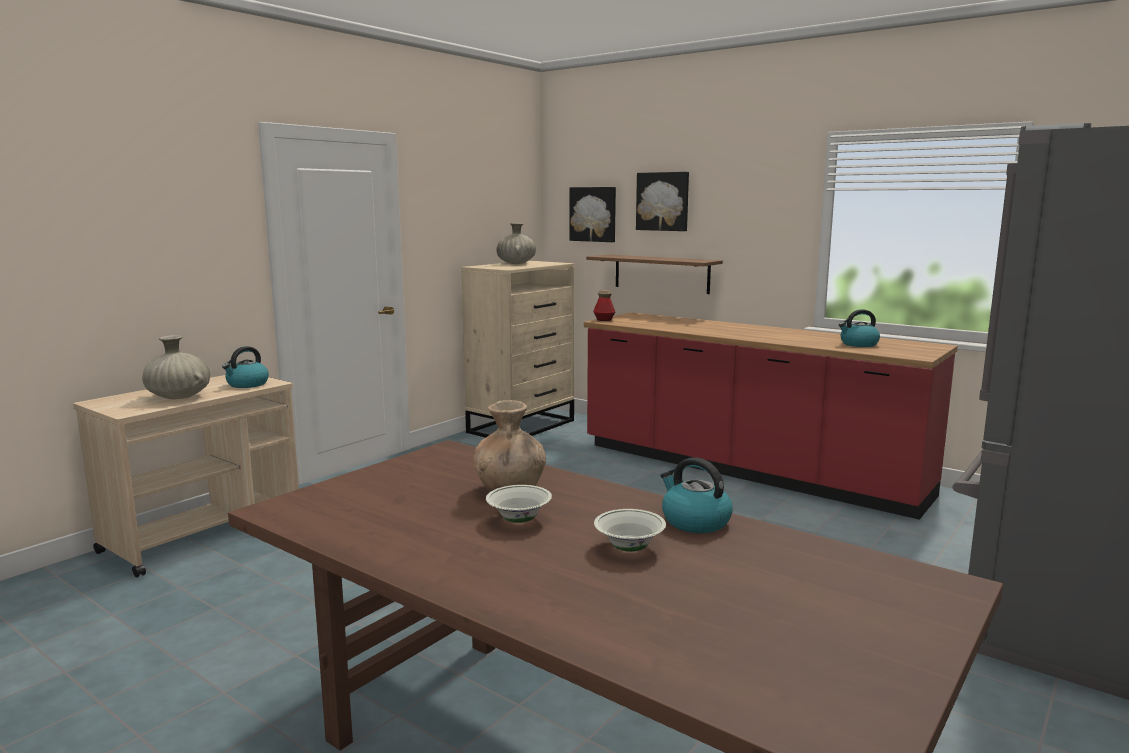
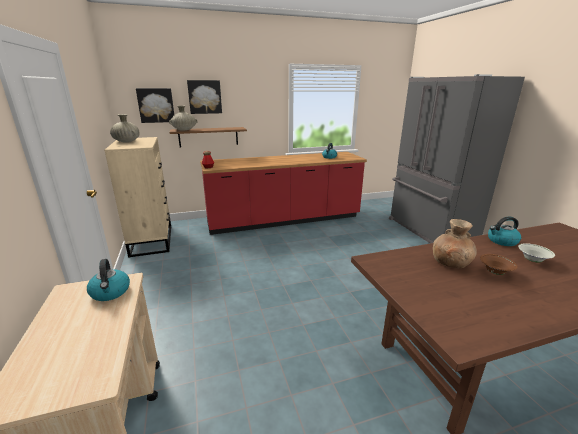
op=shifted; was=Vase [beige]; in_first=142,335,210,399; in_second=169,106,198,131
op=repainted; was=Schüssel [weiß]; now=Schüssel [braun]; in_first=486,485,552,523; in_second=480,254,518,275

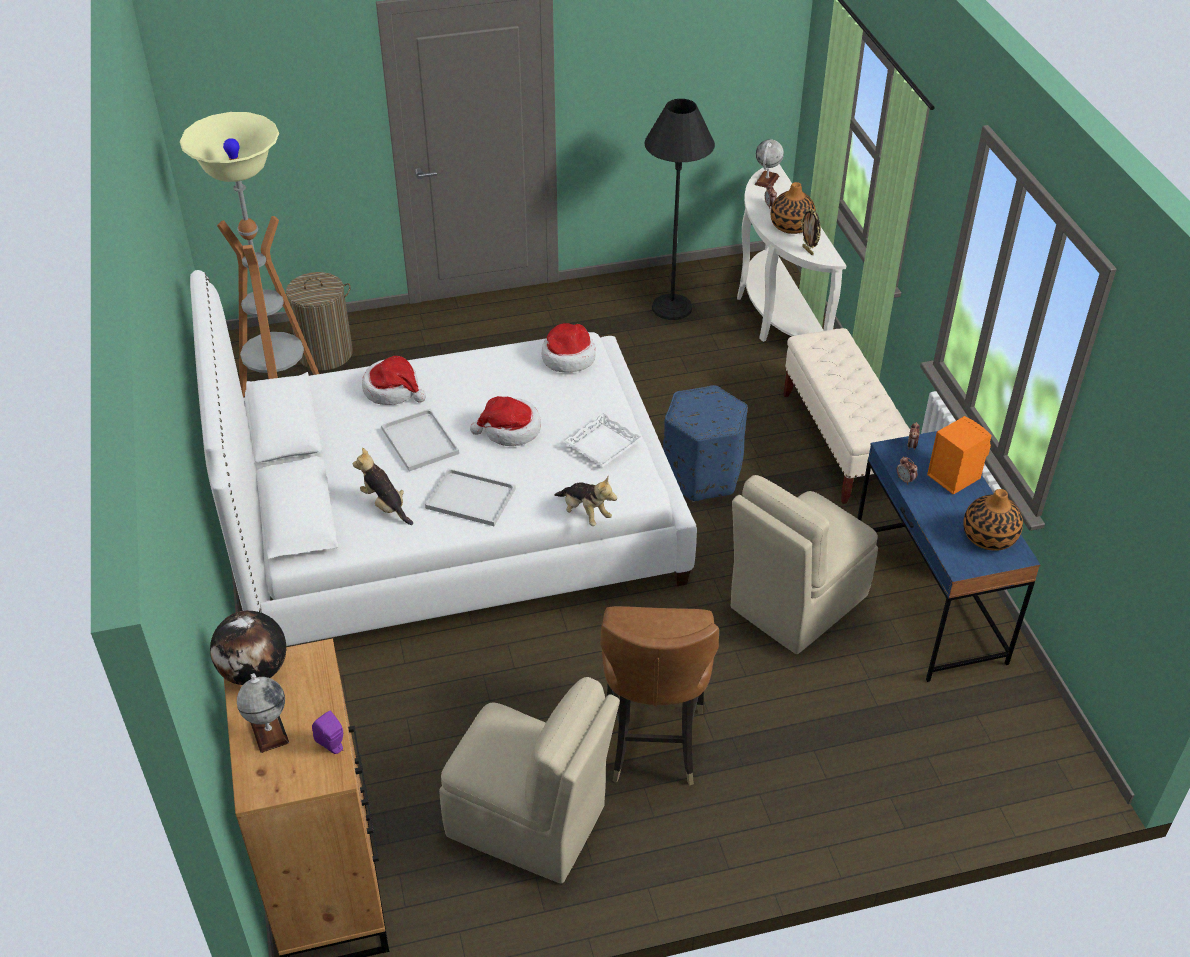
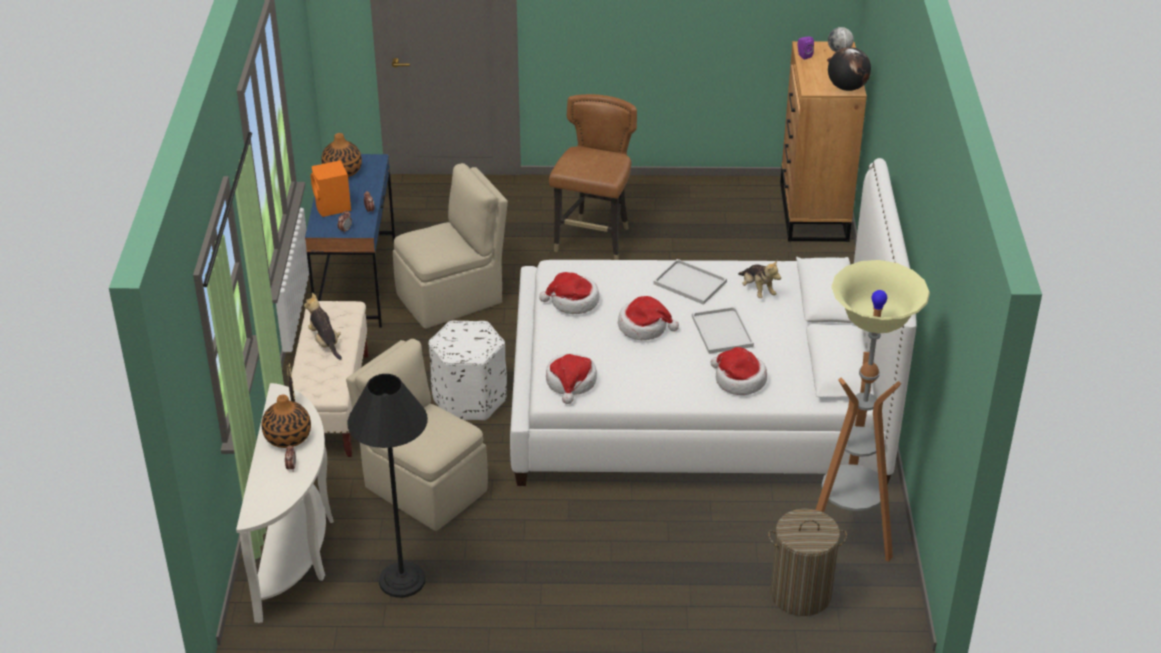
op=shifted; was=Stuhl [beige]; in_first=439,677,620,884; in_second=346,339,488,531
op=shifted; was=Plüschtier; in_first=555,477,617,526; in_second=304,293,342,360
op=swapped; was=Tablett [weiß]; now=Hut; in_first=563,413,643,467; in_second=539,272,599,314
op=repainted; was=Polsterhocker [blau]; now=Polsterhocker [weiß]; in_first=663,385,748,502; in_second=428,321,507,420
op=gone; was=Globus; in_first=754,139,784,188

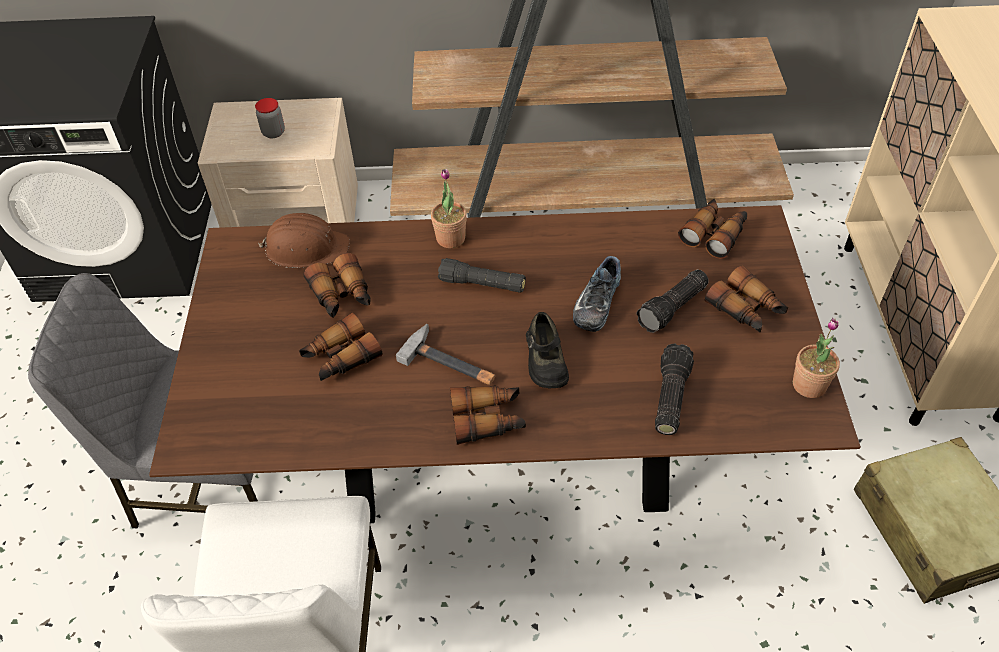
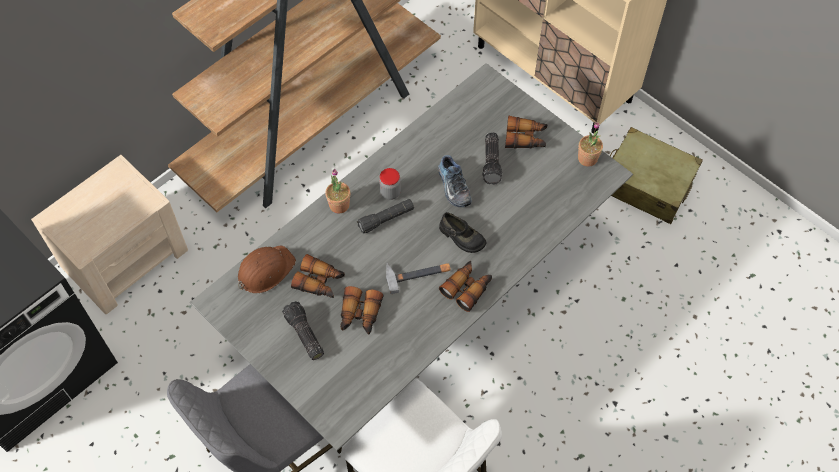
op=repainted; was=Esstisch [braun]; now=Esstisch [grau]; in_first=149,205,861,523; in_second=190,63,633,451
op=shifted; was=Vorratsglas; in_first=255,98,285,138; in_second=379,168,401,200
op=shifted; was=Taschenlampe; in_first=655,343,694,435; in_second=282,301,324,360
op=gone; was=Fernglas; in_first=678,199,747,259

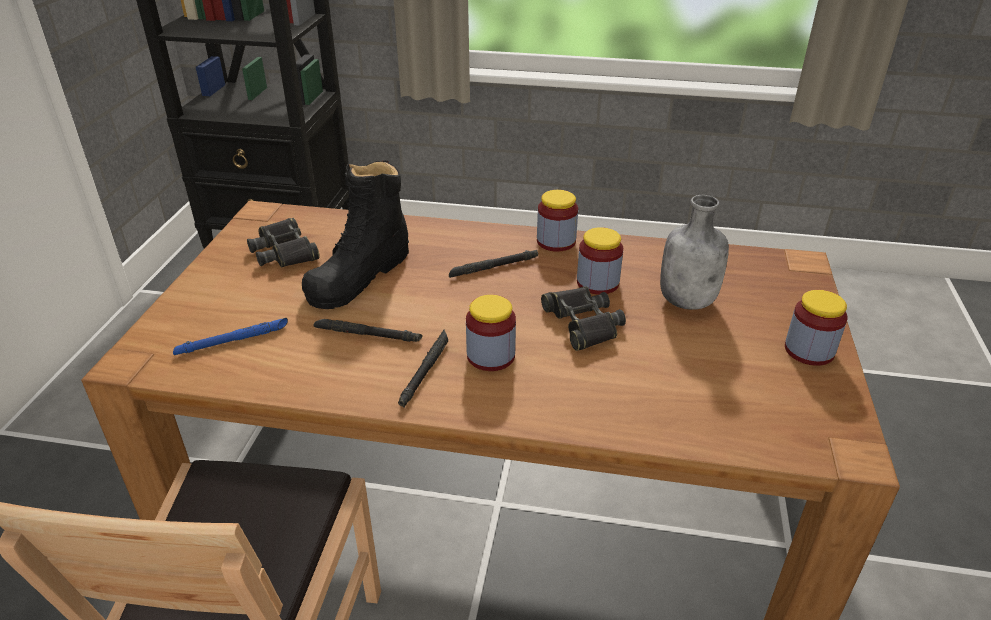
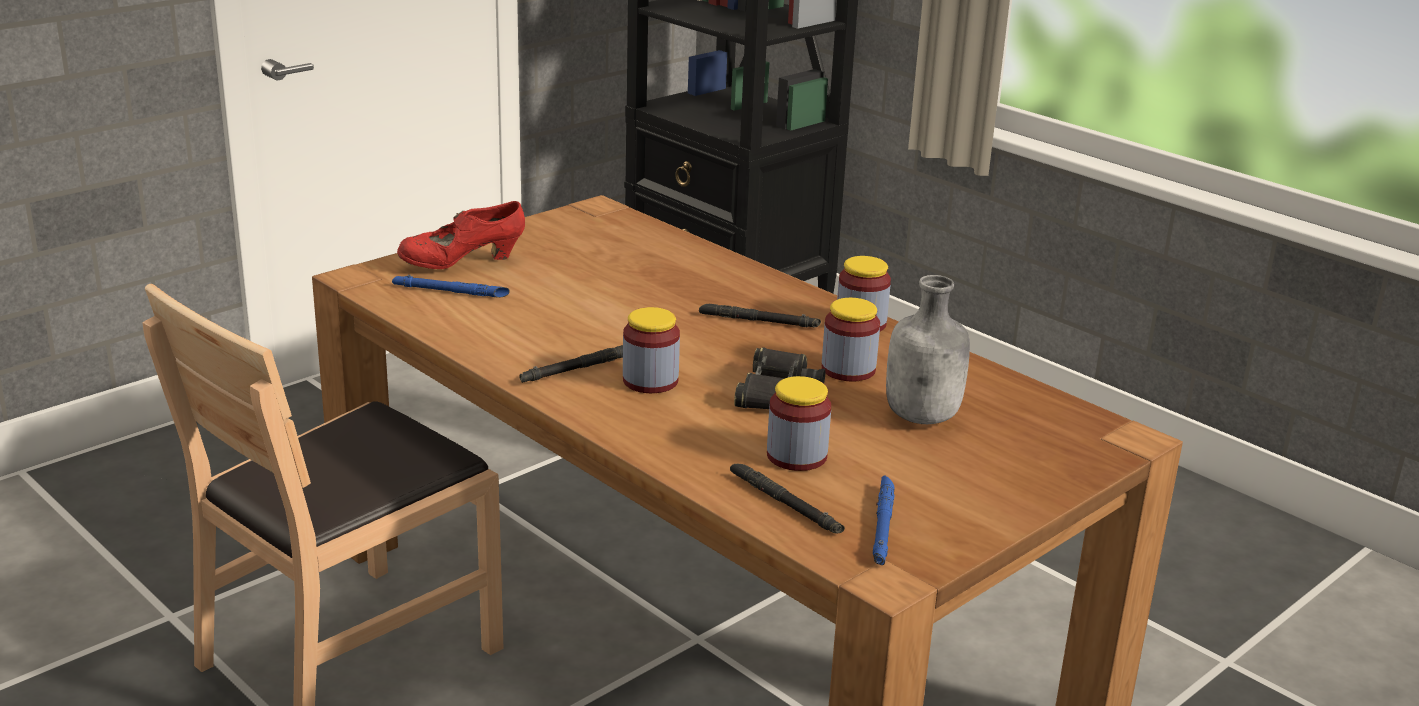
op=gone; was=Fernglas [schwarz]; in_first=247,218,320,267
op=gone; was=Stiefel [schwarz]; in_first=302,160,409,309
op=shifted; was=Taschenlampe [schwarz]; in_first=314,319,423,342; in_second=730,464,845,533
op=shifted; was=Vorratsglas; in_first=785,290,848,366; in_second=767,376,831,471
op=new; now=Schuh [rot]; in_second=397,201,525,269
op=new; now=Taschenlampe [blau]; in_second=873,475,895,565

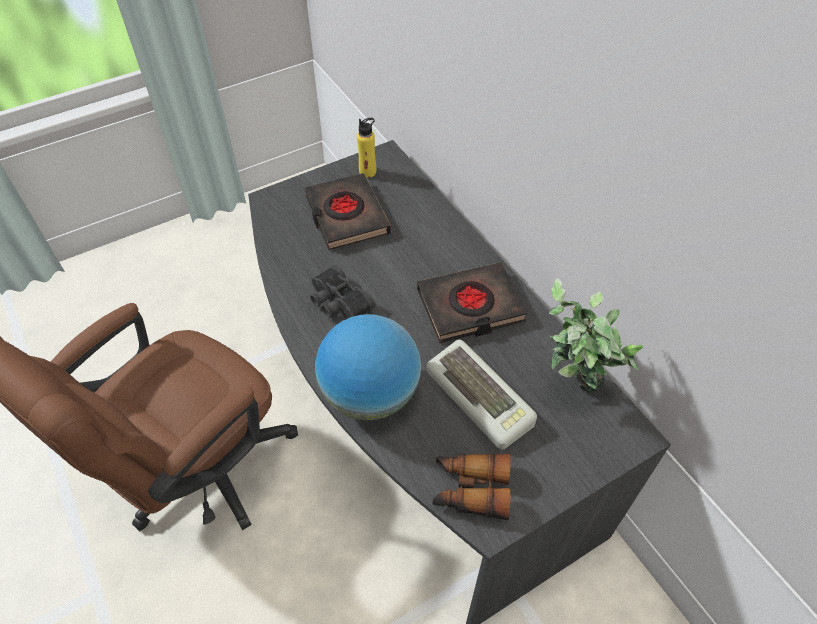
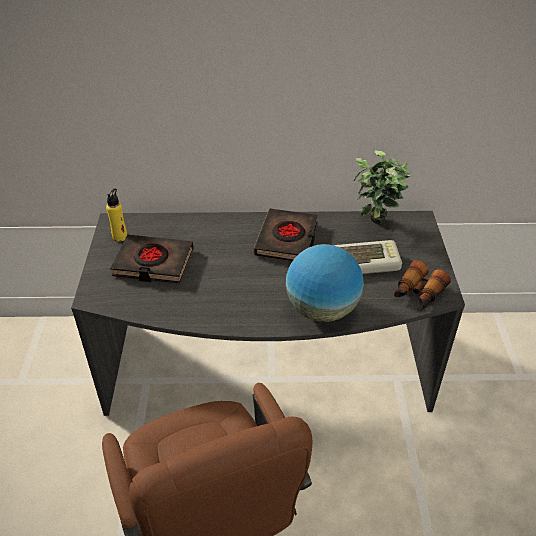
op=gone; was=Fernglas [schwarz]; in_first=310,264,375,319

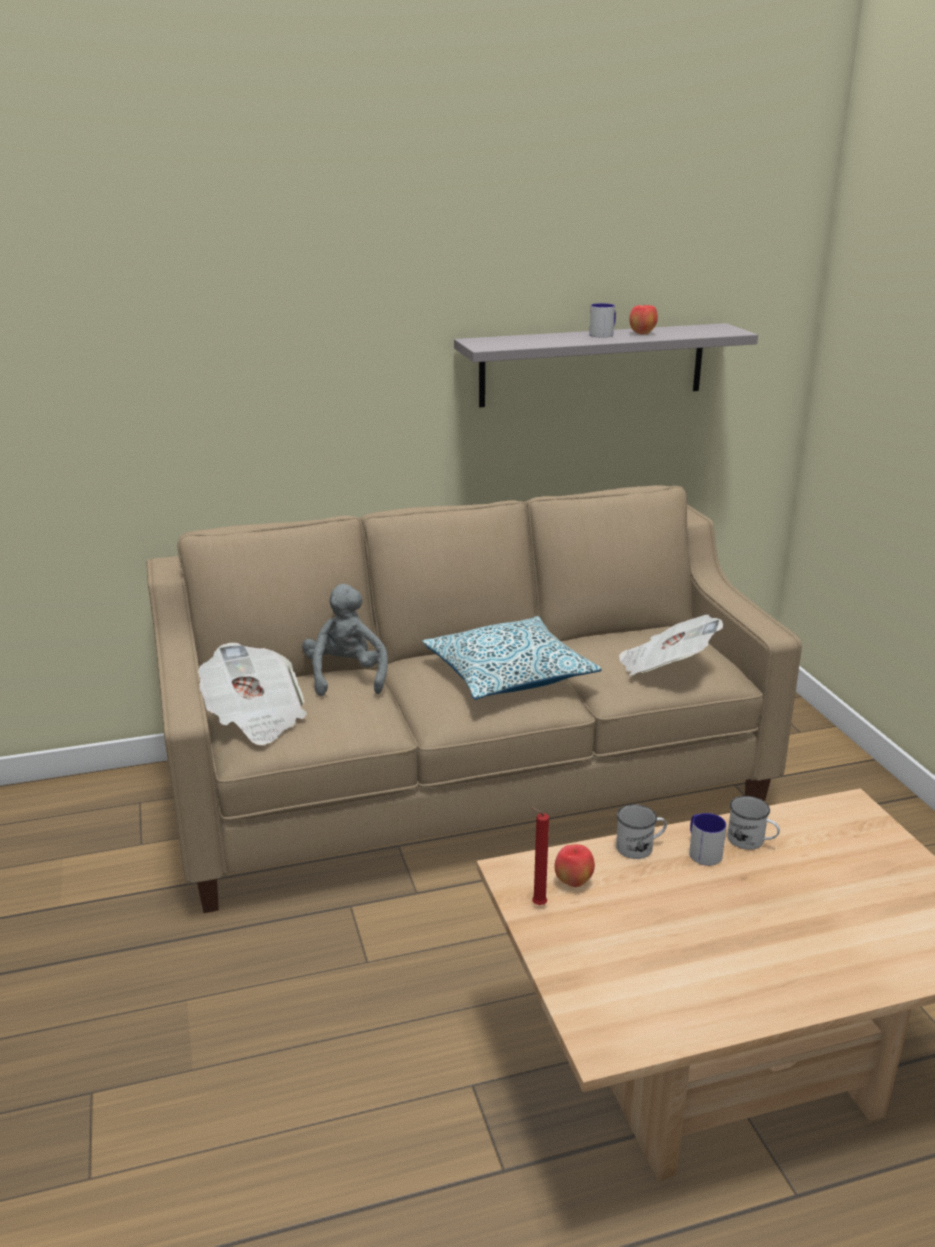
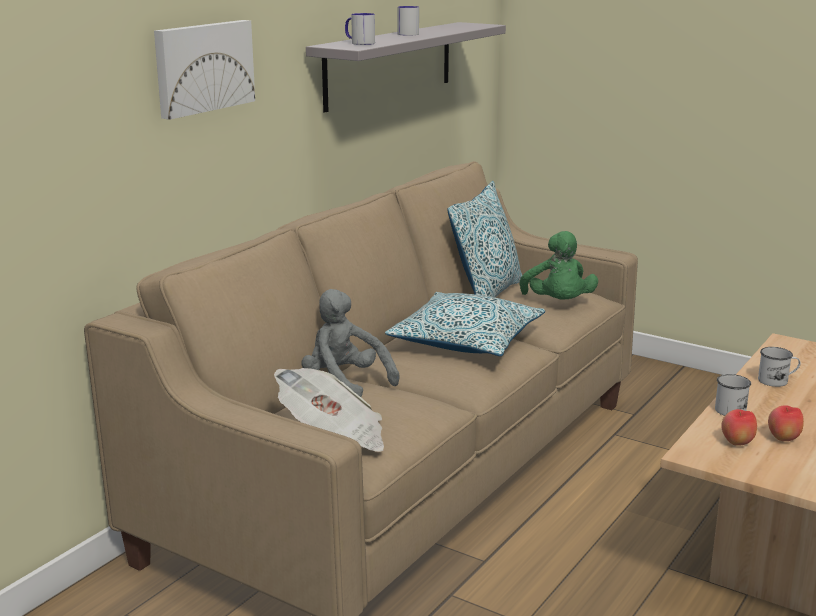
op=gone; was=Kerze [rot]; in_first=530,807,549,905
op=swapped; was=Zeitung; now=Plüschtier [grün]; in_first=619,615,723,676; in_second=520,231,598,300
op=shifted; was=Apfel; in_first=629,304,658,335; in_second=768,405,804,441
op=shifted; was=Henkelbecher; in_first=689,813,726,866; in_second=345,13,375,45
op=new; now=Bild; in_second=154,20,255,120
op=new; now=Kissen; in_second=447,181,522,297

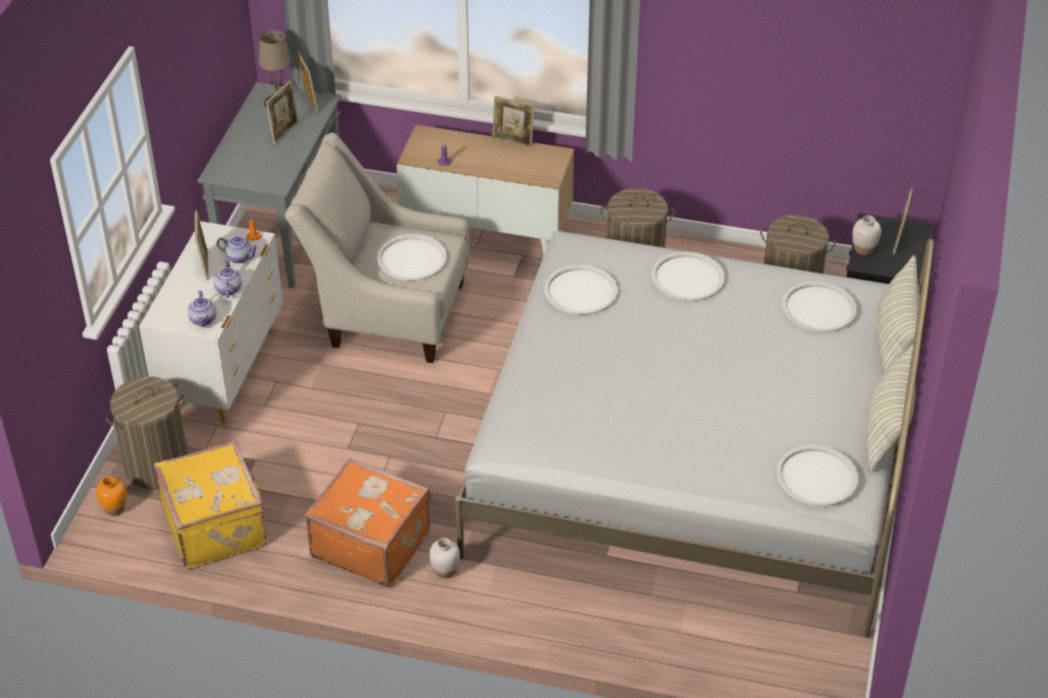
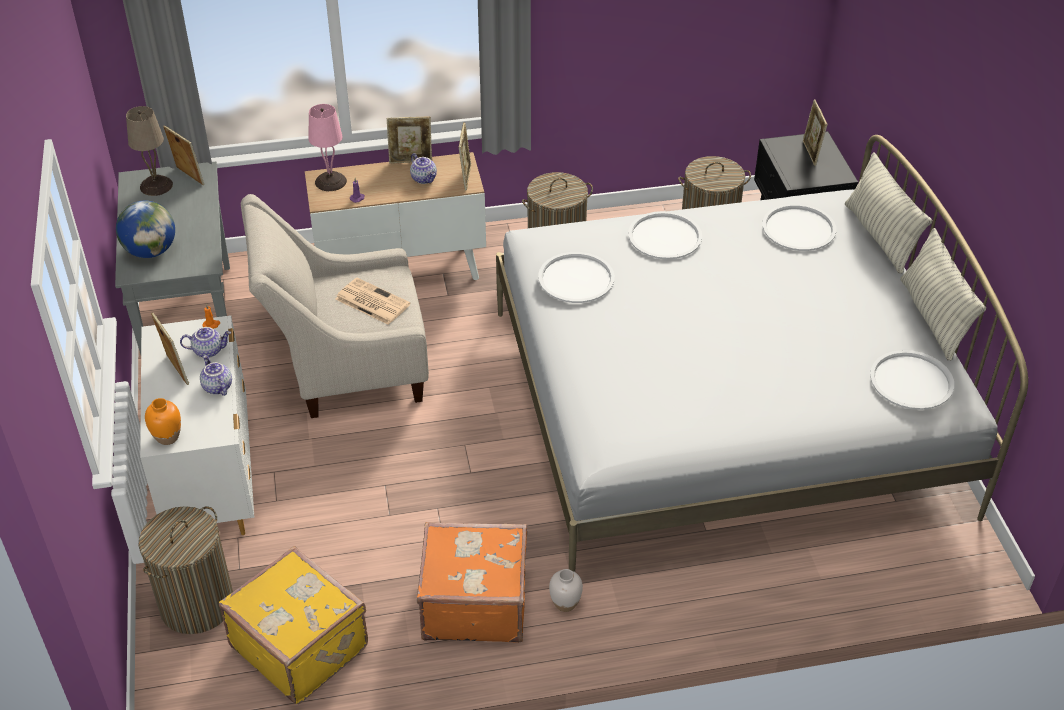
op=shifted; was=Vase [orange]; in_first=96,476,127,516; in_second=145,398,181,445
op=shifted; was=Teekanne; in_first=188,291,216,327; in_second=410,153,437,184
op=shifted; was=Bilderrahmen; in_first=266,80,299,144; in_second=459,122,471,191
op=swapped; was=Tablett [weiß]; now=Zeitung; in_first=377,234,447,281; in_second=335,278,411,325
op=gone; was=Vase [weiß]; in_first=852,215,881,255
op=new; now=Globus; in_second=116,201,175,258
op=new; now=Tischlampe [rosa]; in_second=308,104,347,191

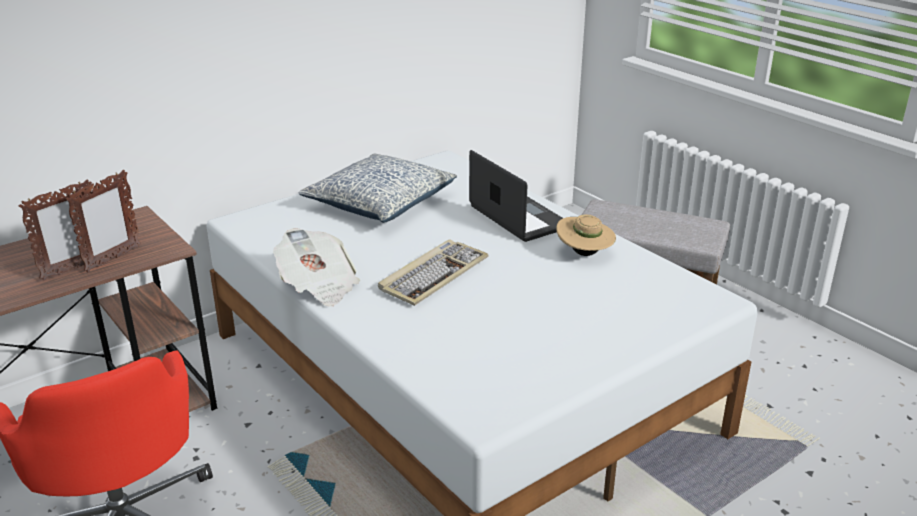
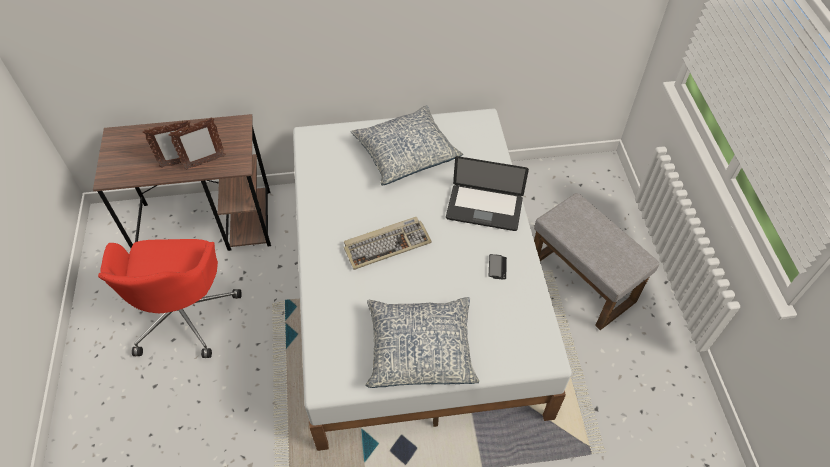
op=gone; was=Zeitung; in_first=273,228,360,306
op=rotated; was=Laptop; in_first=469,150,563,242; in_second=446,156,529,231; clockwise=105
op=swapped; was=Hut [beige]; now=Handy; in_first=556,215,616,256; in_second=489,254,507,280
op=new; now=Kissen; in_second=365,297,479,388

